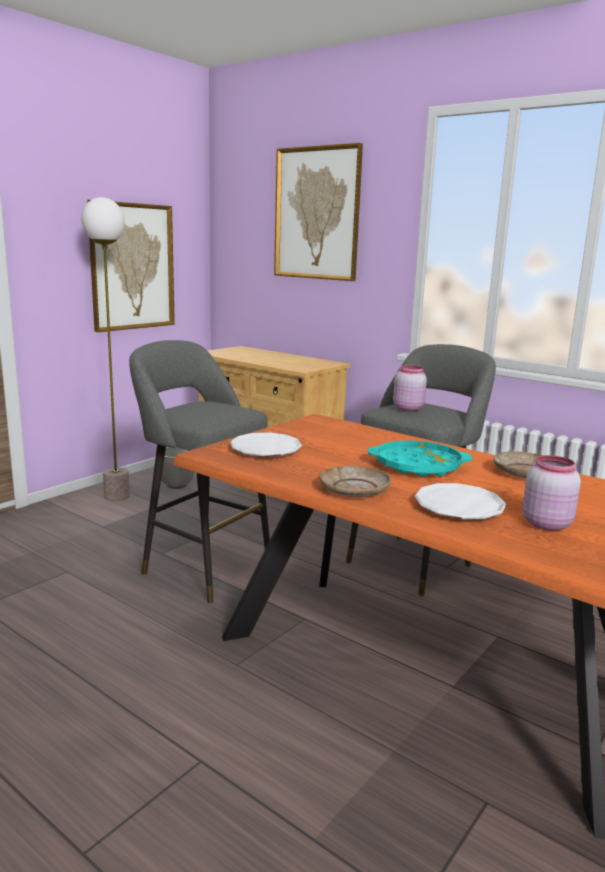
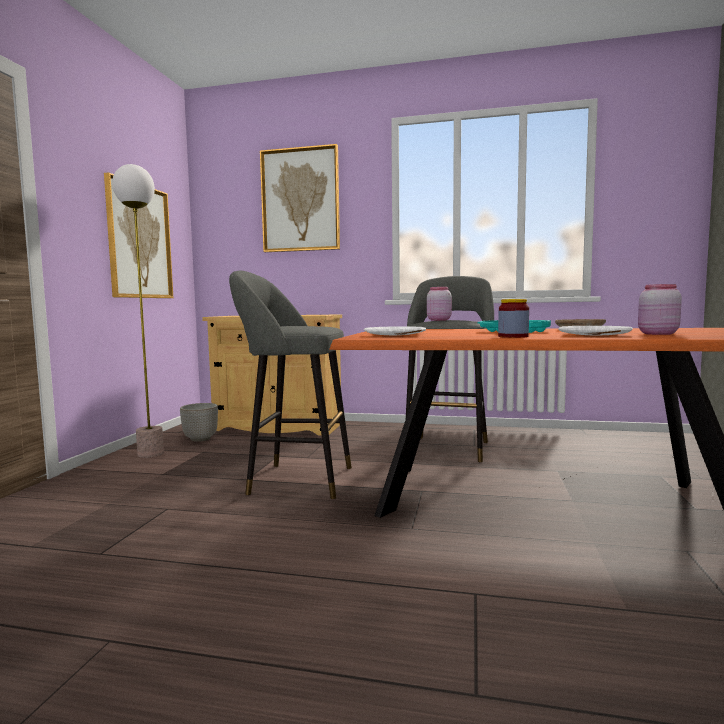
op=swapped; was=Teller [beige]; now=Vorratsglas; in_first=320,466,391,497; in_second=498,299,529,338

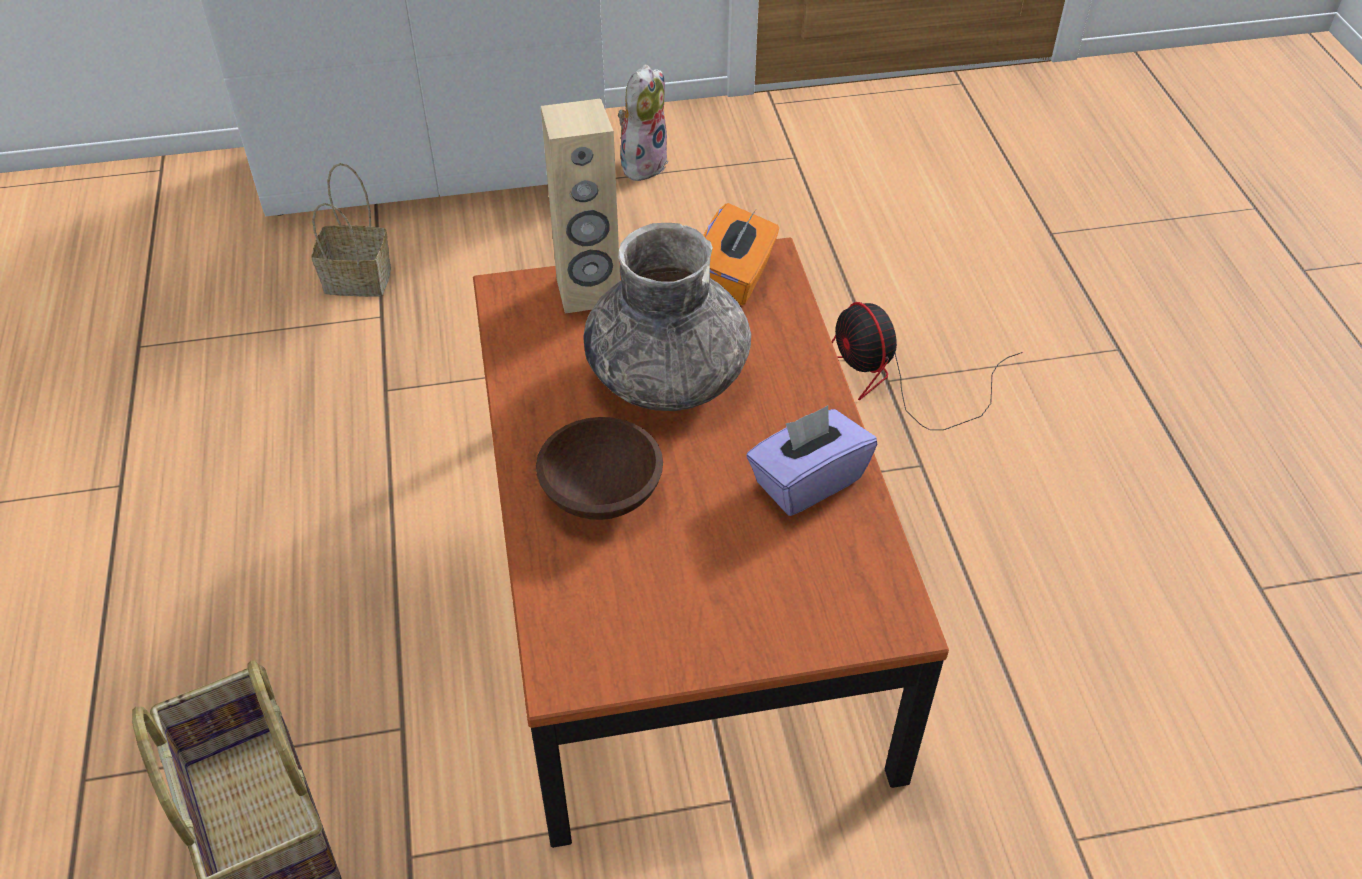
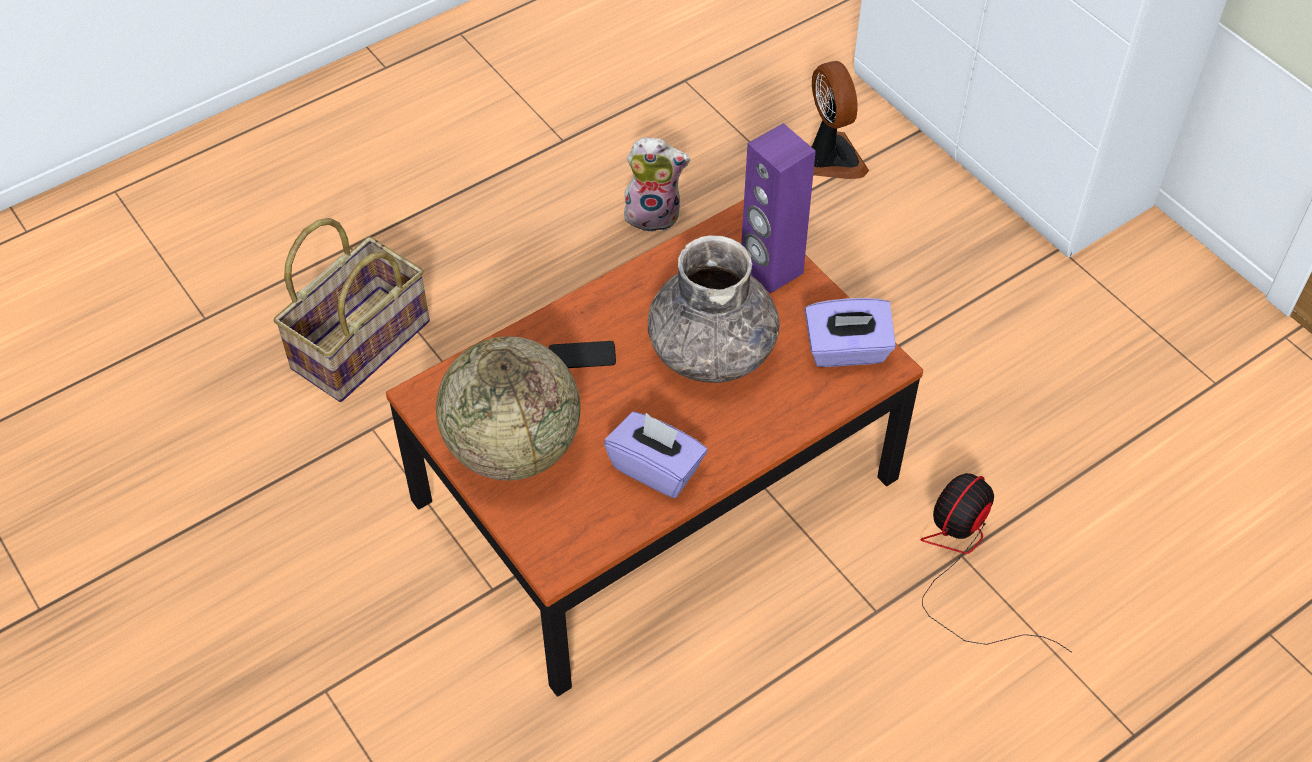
op=swapped; was=Korb; now=Ventilator; in_first=311,163,391,297; in_second=811,61,869,179
op=swapped; was=Schüssel [braun]; now=Handy; in_first=536,417,663,520; in_second=549,341,616,368
op=repainted; was=Lautsprecher [beige]; now=Lautsprecher [lila]; in_first=541,98,620,314; in_second=741,123,816,294
op=shifted; was=Plüschtier; in_first=618,64,669,181; in_second=624,137,690,232
op=repainted; was=Taschentuchbox [orange]; now=Taschentuchbox [lila]; in_first=703,203,779,305; in_second=805,298,896,367
op=new; now=Globus; in_second=436,336,580,480

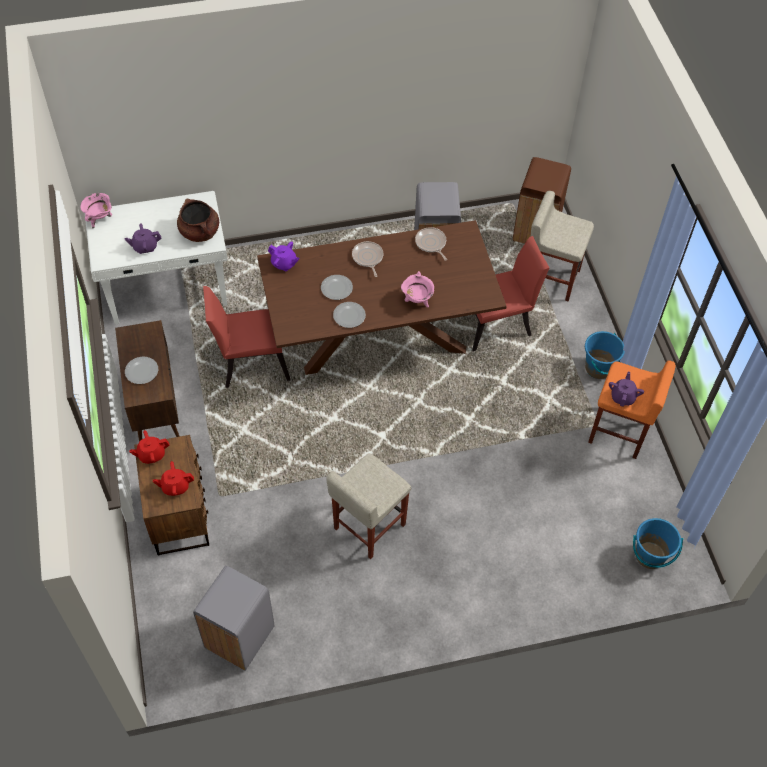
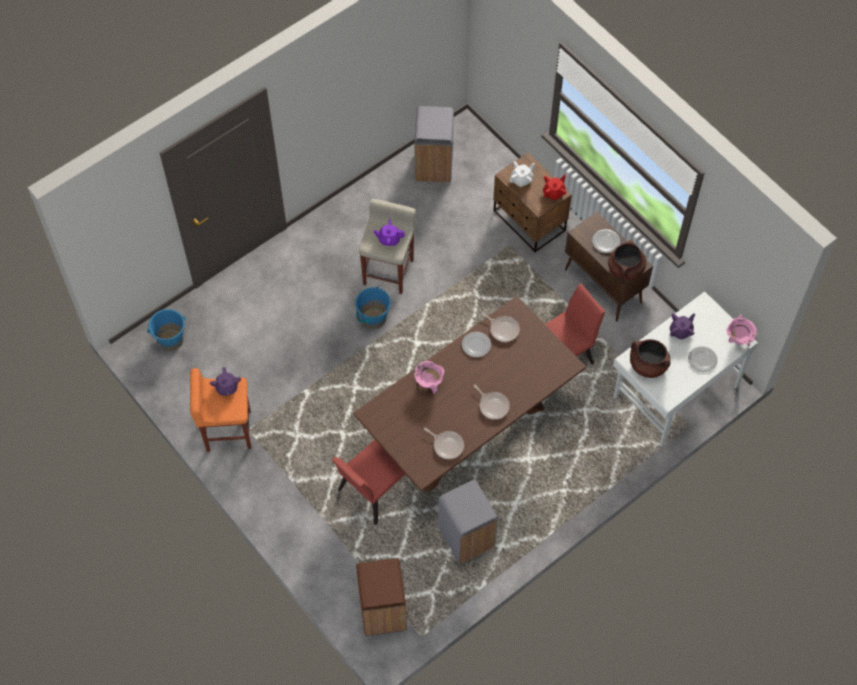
op=repainted; was=Teekanne [rot]; now=Teekanne [weiß]; in_first=153,461,194,496; in_second=509,162,535,187
op=shifted; was=Teekanne [lila]; in_first=268,241,300,272; in_second=373,219,405,246
op=shifted; was=Teller; in_first=321,275,353,300; in_second=688,346,718,372
op=gone; was=Hocker [beige]; in_first=531,191,594,301
op=shifted; was=Eimer [blau]; in_first=585,331,625,379; in_second=355,287,391,329
op=new; now=Pfanne; in_second=481,312,520,342
op=new; now=Kochtopf [braun]; in_second=608,240,646,282

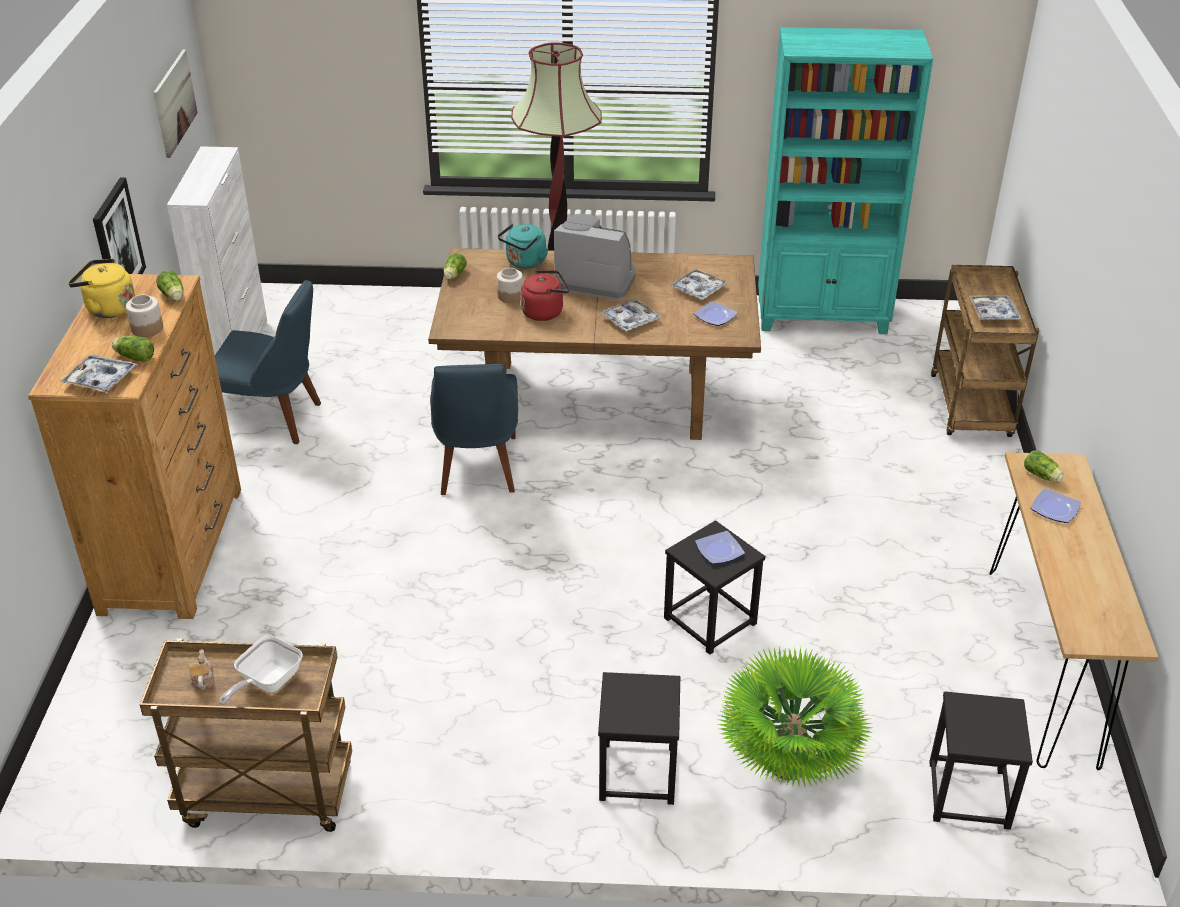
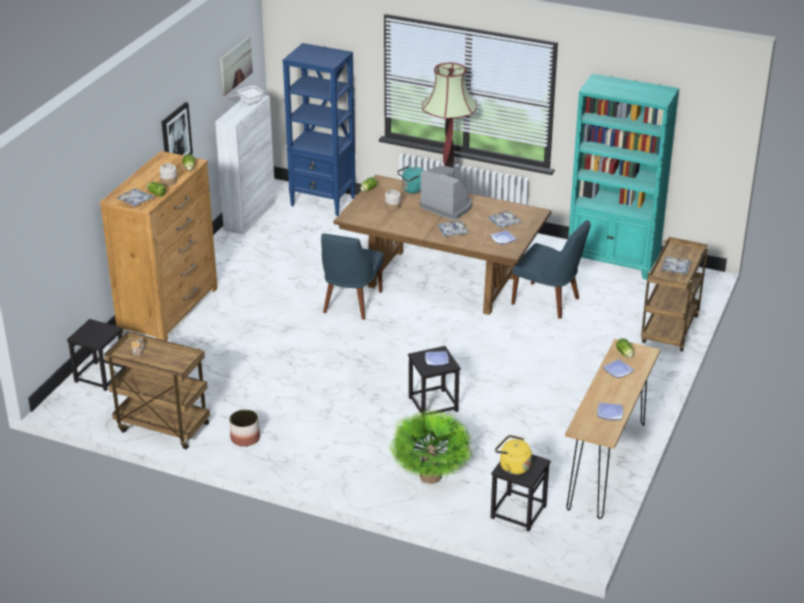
op=shifted; was=Wasserkessel [gelb]; in_first=68,259,135,318; in_second=495,435,532,475
op=shifted; was=Stuhl [blau]; in_first=215,280,321,444; in_second=511,220,591,319
op=shifted; was=Pfanne; in_first=219,636,303,706; in_second=227,86,264,105
op=gone; was=Wasserkessel [rot]; in_first=520,270,569,321
op=shifted; was=Hocker [schwarz]; in_first=598,672,680,805; in_second=67,319,126,391
op=new; now=Pflanzkübel; in_second=229,409,260,446
op=new; now=Bücherregal [blau]; in_second=283,43,356,216
op=new; now=Teller; in_second=597,403,623,420

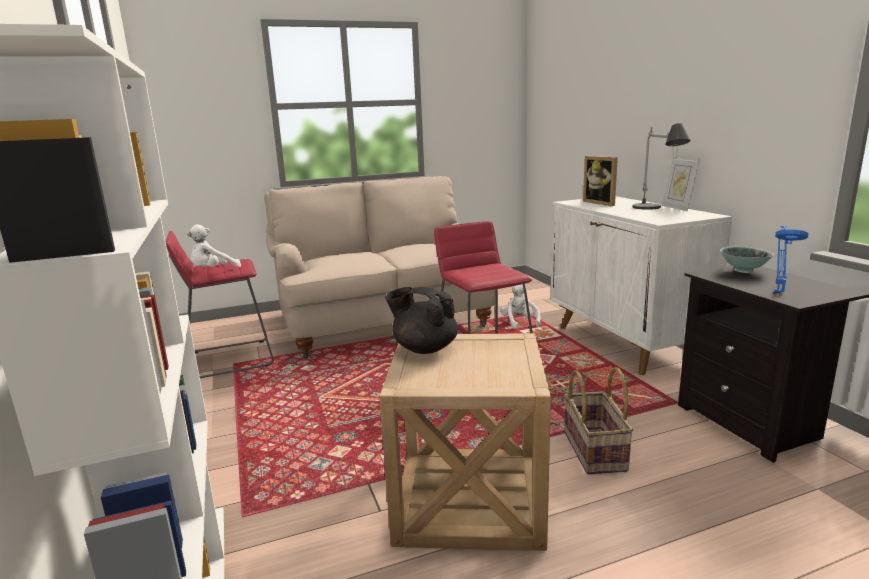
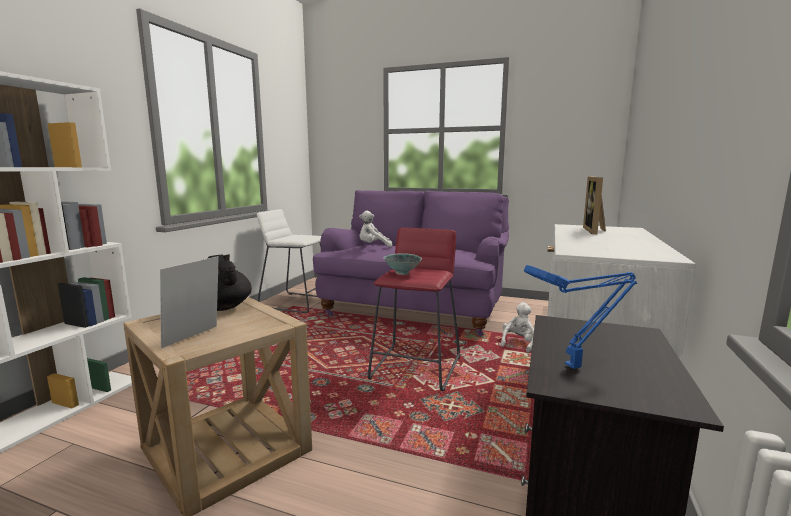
op=repainted; was=Hocker [rot]; now=Hocker [weiß]; in_first=165,231,274,378; in_second=257,209,321,313
op=shifted; was=Plüschtier [weiß]; in_first=186,224,241,268; in_second=359,211,392,247
op=repainted; was=Sofa [beige]; now=Sofa [lila]; in_first=264,176,495,358; in_second=313,190,509,336
op=gone; was=Korb; in_first=564,367,633,474
op=gone; was=Tischlampe; in_first=632,123,691,210
op=shifted; was=Bilderrahmen; in_first=662,156,700,211; in_second=160,256,219,348
op=shifted; was=Schüssel; in_first=720,246,774,273; in_second=383,253,422,275

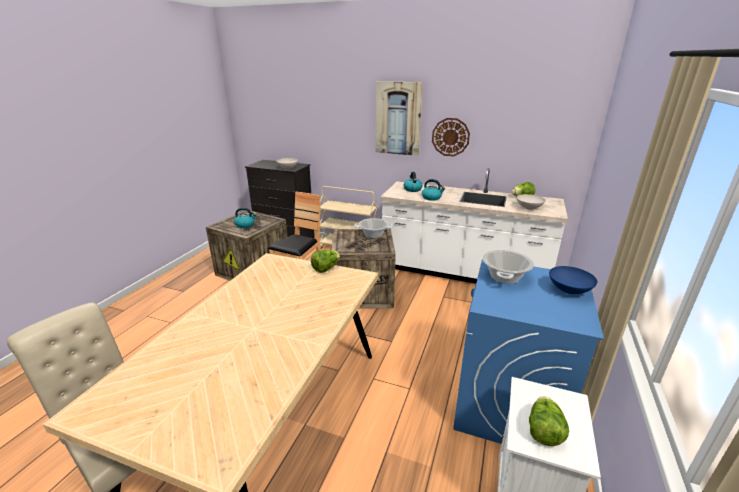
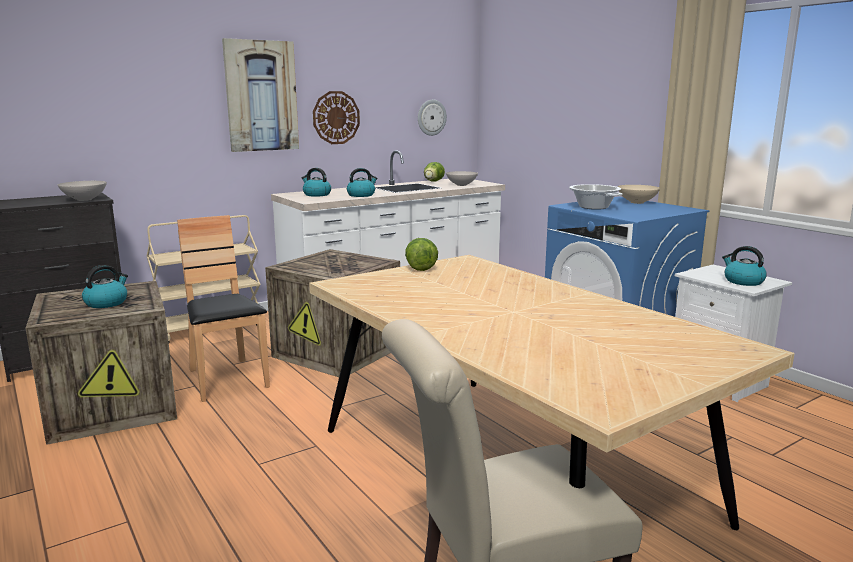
op=gone; was=Kochtopf; in_first=354,218,393,238
op=swapped; was=Salatkopf; now=Wasserkessel; in_first=529,396,569,446; in_second=722,246,767,286
op=repainted; was=Schüssel [blau]; now=Schüssel [beige]; in_first=549,266,597,294; in_second=617,185,660,204
op=new; now=Wanduhr; in_second=418,100,447,136

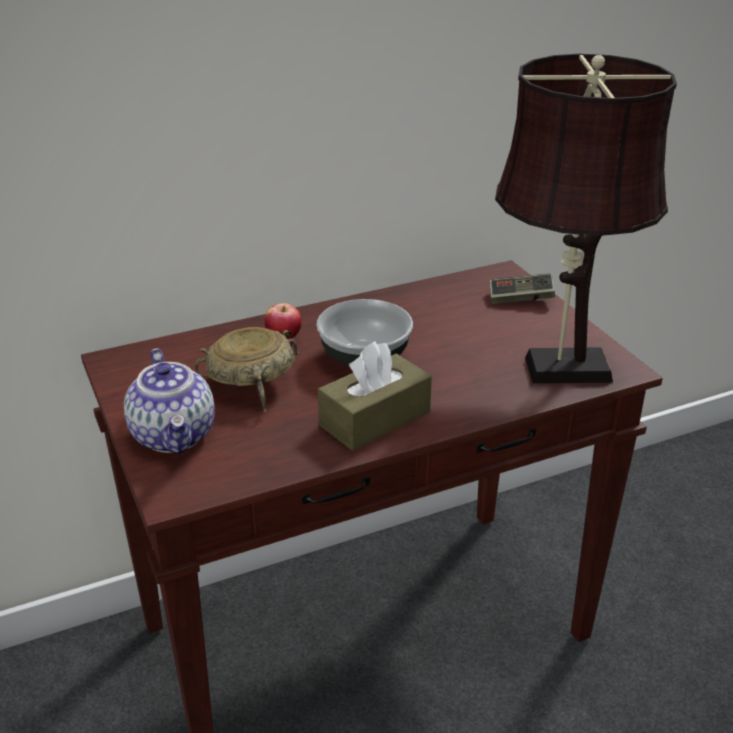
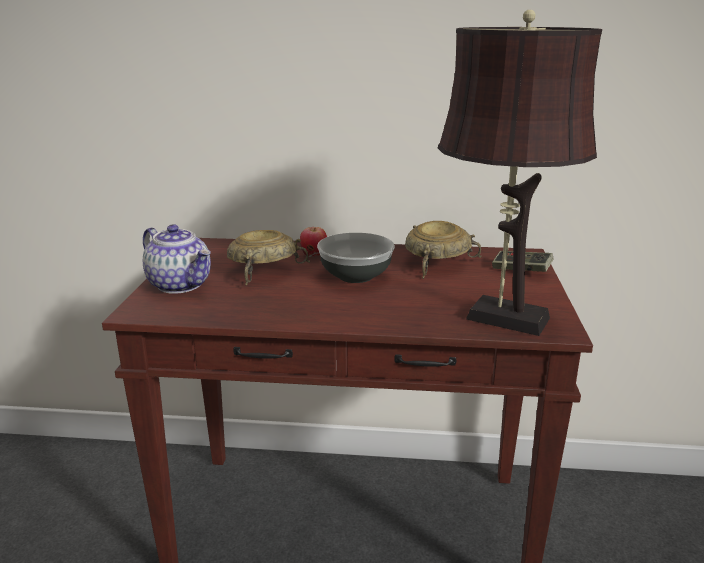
op=rotated; was=Teekanne; in_first=124,348,215,454; in_second=143,224,211,294; clockwise=-60
op=gone; was=Taschentuchbox [braun]; in_first=318,341,432,451
op=new; now=Schüssel [beige]; in_second=405,221,482,279

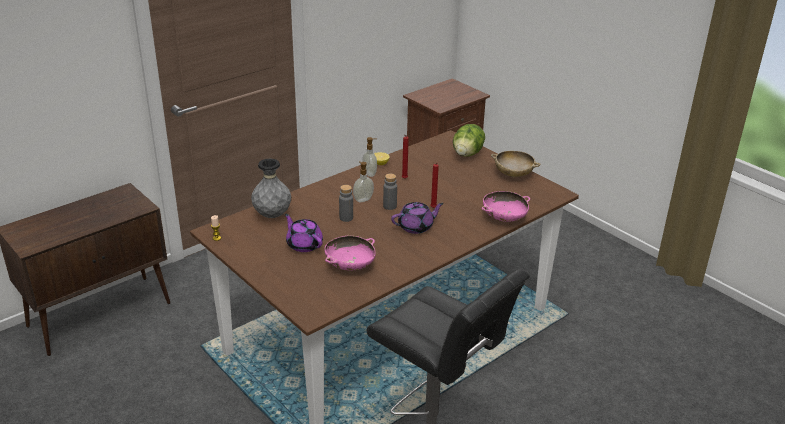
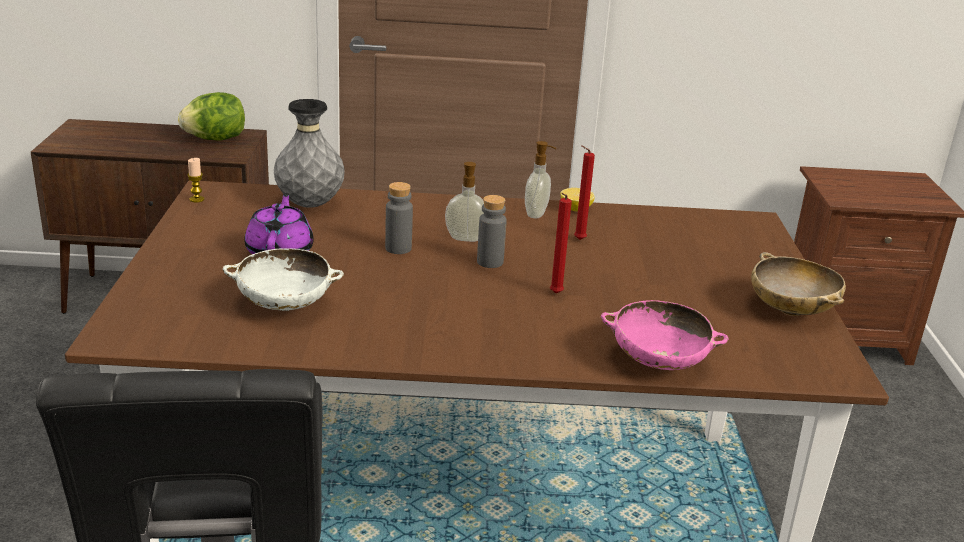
op=repainted; was=Schüssel [rosa]; now=Schüssel [weiß]; in_first=325,236,376,270; in_second=223,248,344,311
op=gone; was=Teekanne [lila]; in_first=391,202,444,234
op=shifted; was=Salatkopf; in_first=453,124,485,157; in_second=178,92,245,141

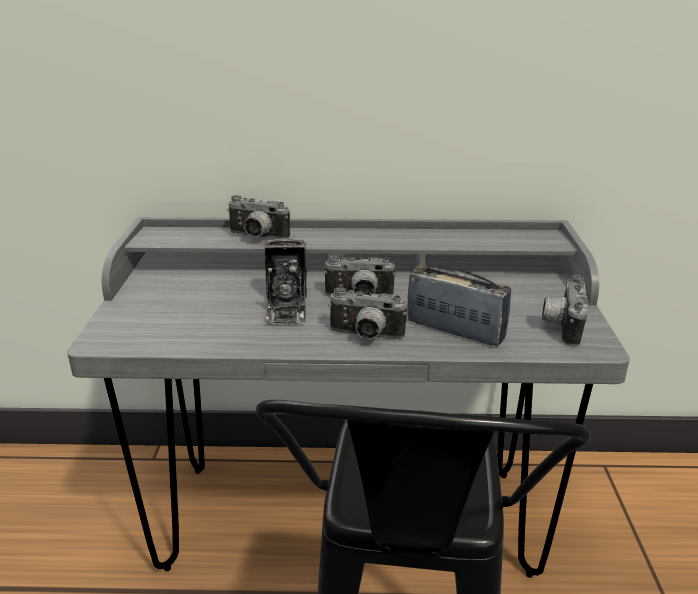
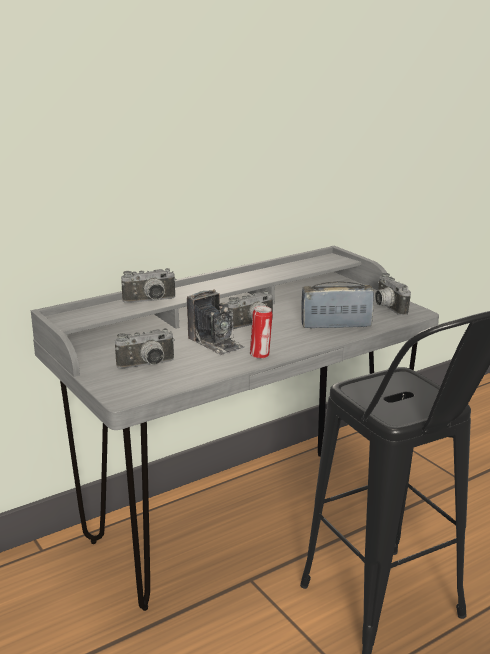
op=shifted; was=Kamera; in_first=328,287,407,339; in_second=115,328,175,369
op=new; now=Dose; in_second=250,306,273,359

